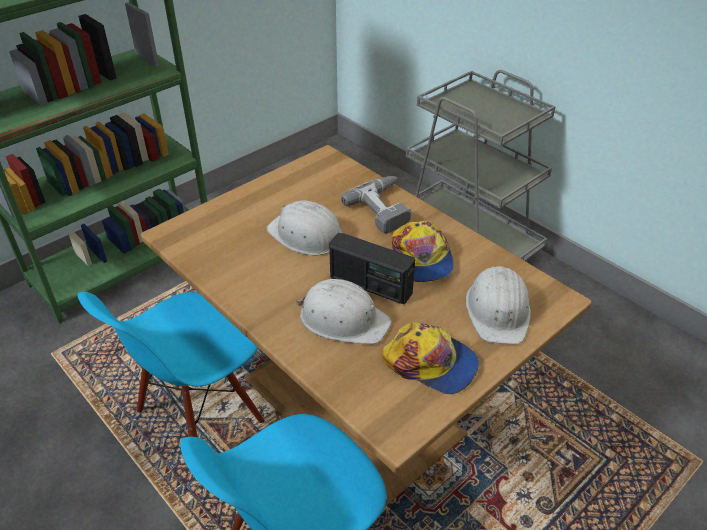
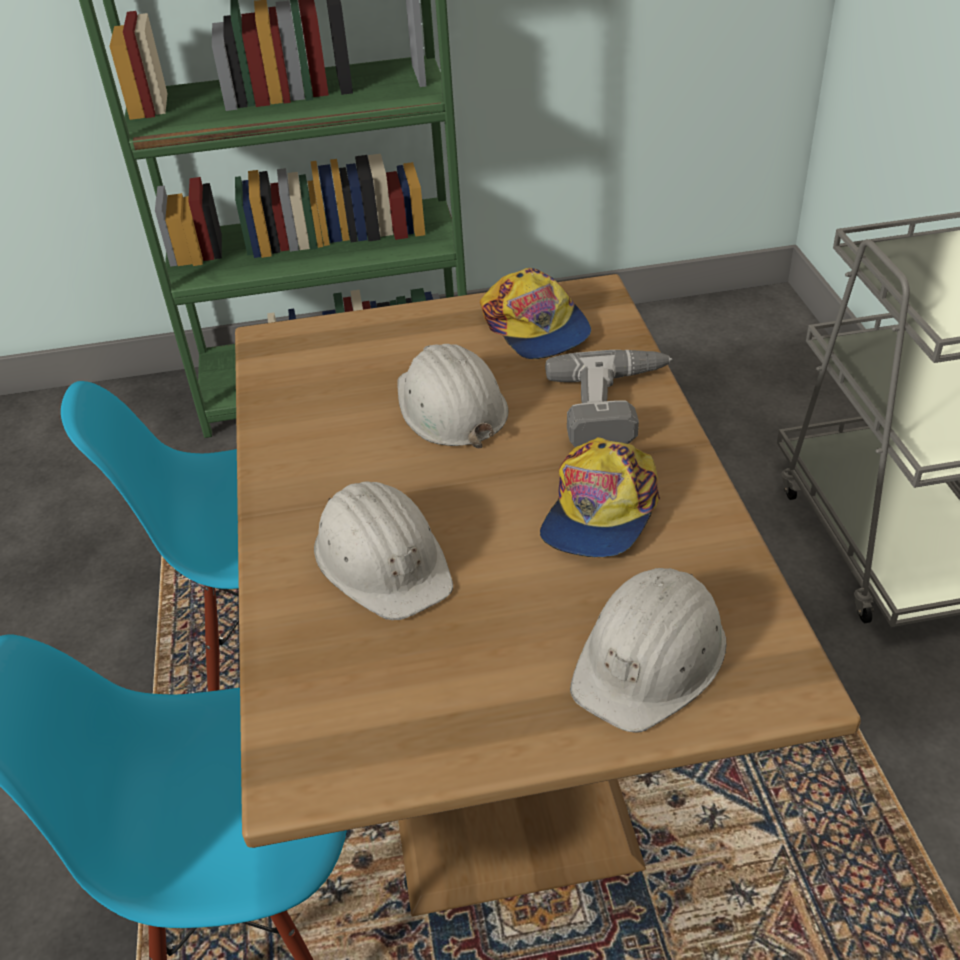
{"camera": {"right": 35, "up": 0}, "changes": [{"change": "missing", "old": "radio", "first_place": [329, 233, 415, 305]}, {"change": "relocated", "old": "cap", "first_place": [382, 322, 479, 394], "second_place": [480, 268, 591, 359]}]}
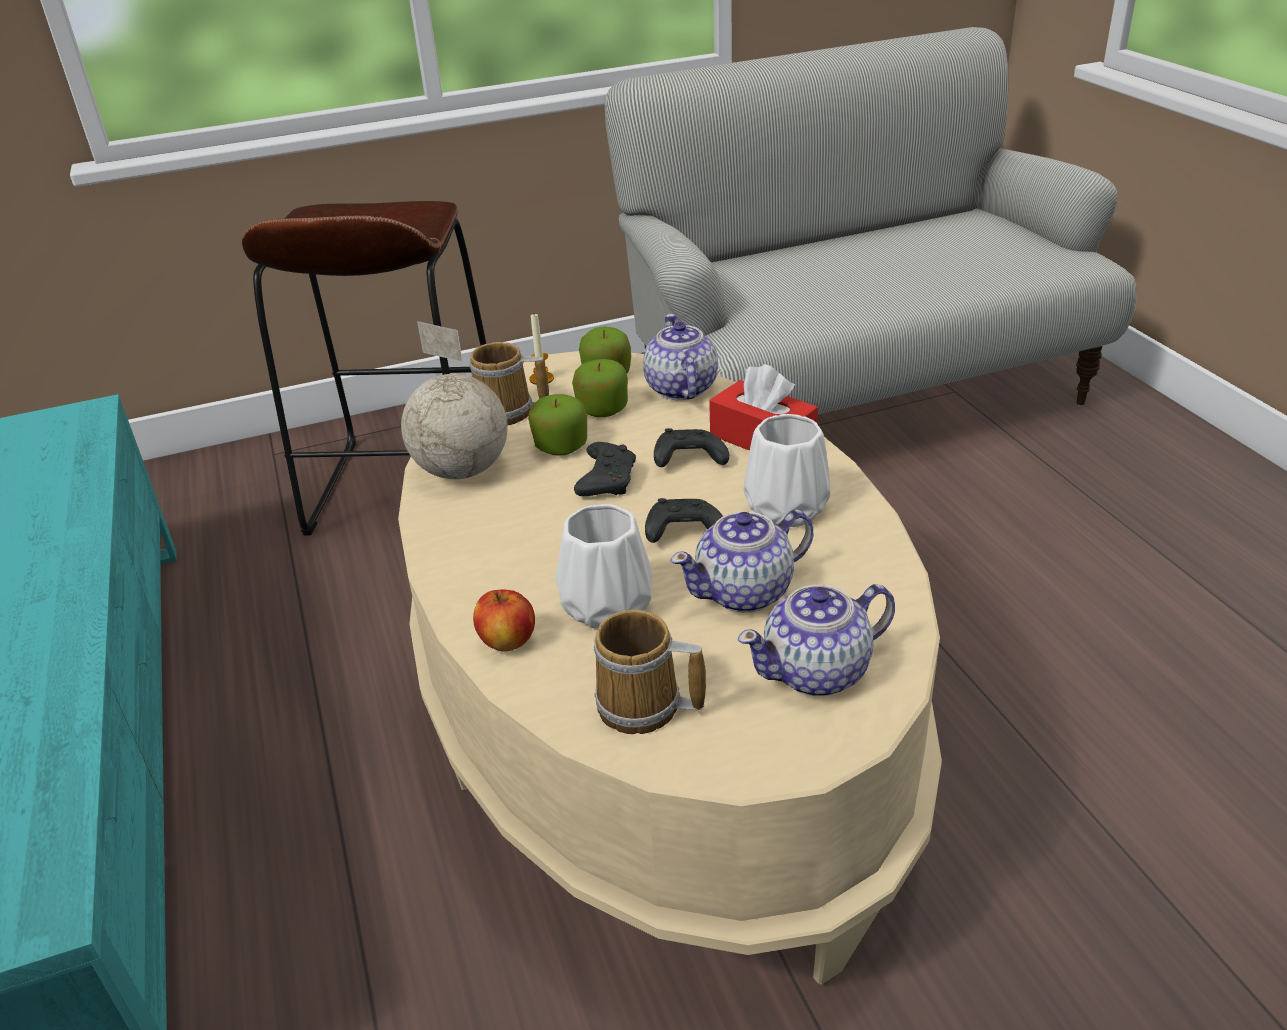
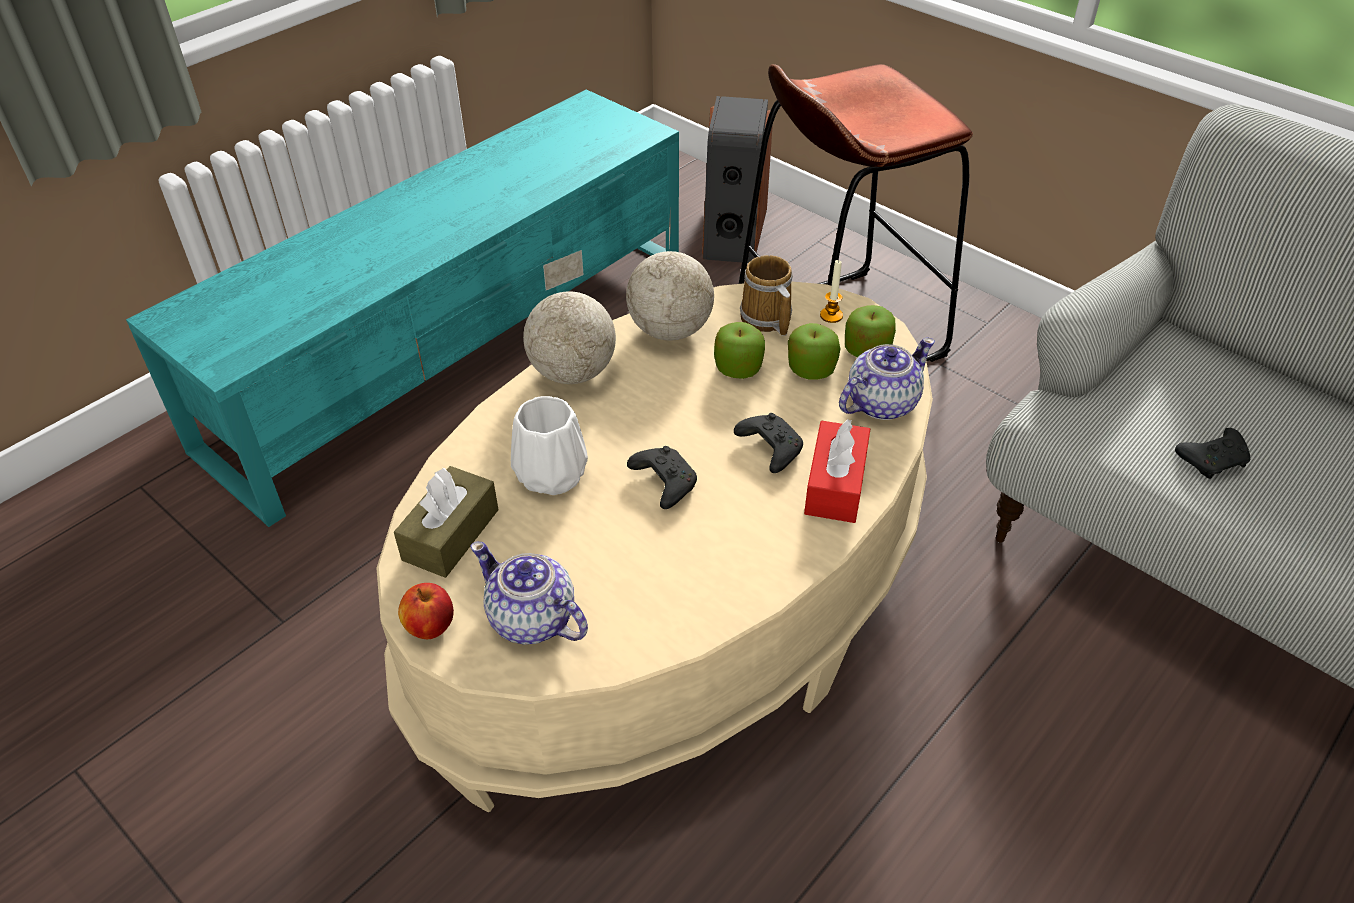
{"camera": {"right": 60, "up": 10}, "changes": [{"change": "missing", "old": "white vase", "first_place": [743, 414, 830, 527]}, {"change": "relocated", "old": "black game controller", "first_place": [574, 442, 636, 496], "second_place": [1175, 428, 1250, 479]}, {"change": "missing", "old": "teapot", "first_place": [670, 510, 813, 613]}, {"change": "relocated", "old": "apple", "first_place": [473, 590, 535, 652], "second_place": [398, 583, 454, 639]}, {"change": "exchanged", "old": "mug", "new": "brown tissue box", "first_place": [594, 610, 706, 734], "second_place": [394, 466, 498, 578]}, {"change": "appeared", "new": "speaker", "second_place": [702, 96, 773, 263]}, {"change": "appeared", "new": "globe", "second_place": [523, 250, 616, 384]}]}
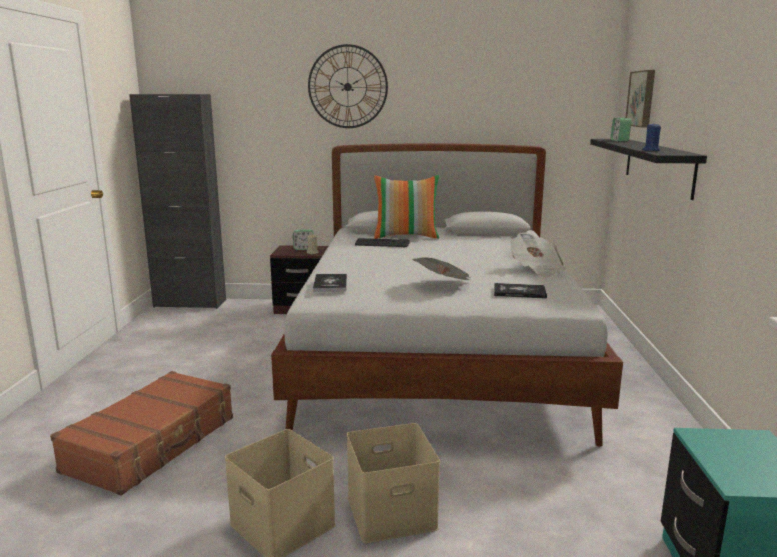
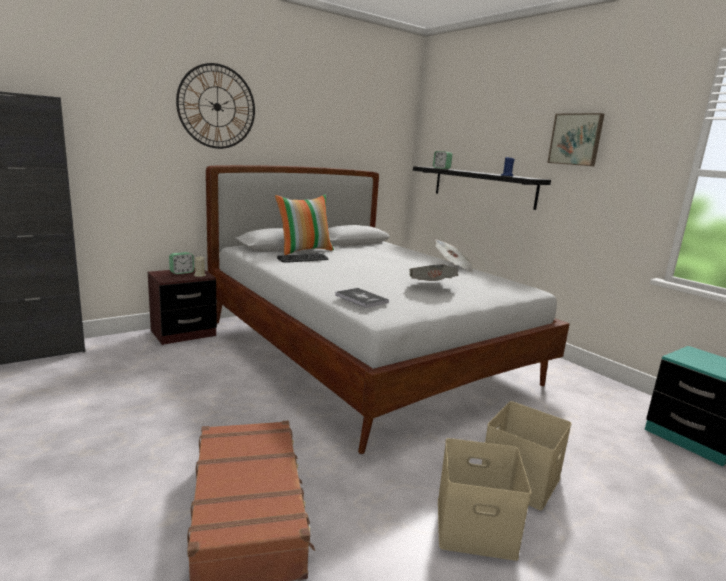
{"camera": {"right": -40, "up": 0}, "changes": [{"change": "relocated", "old": "picture", "first_place": [626, 70, 655, 128], "second_place": [547, 113, 604, 166]}, {"change": "missing", "old": "book", "first_place": [494, 283, 547, 299]}]}
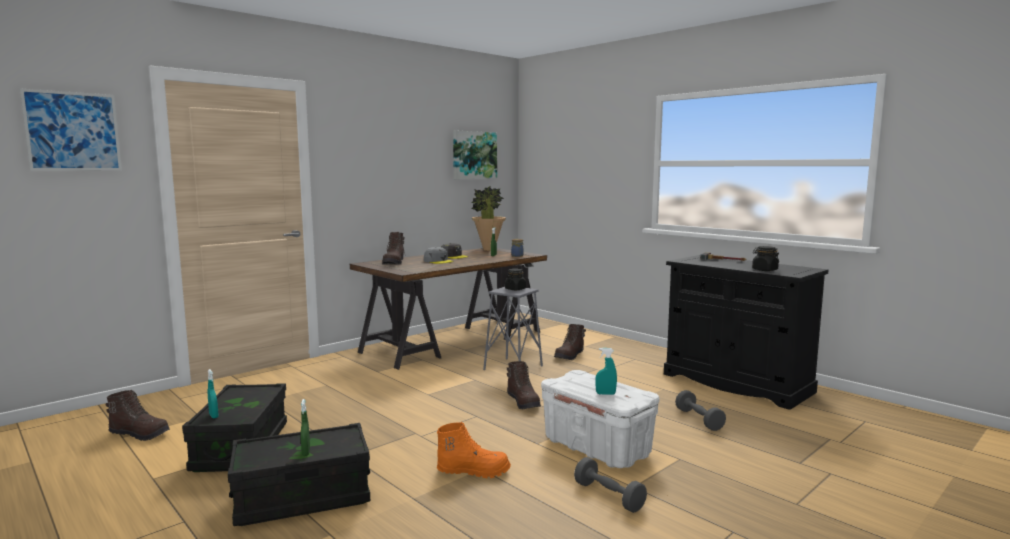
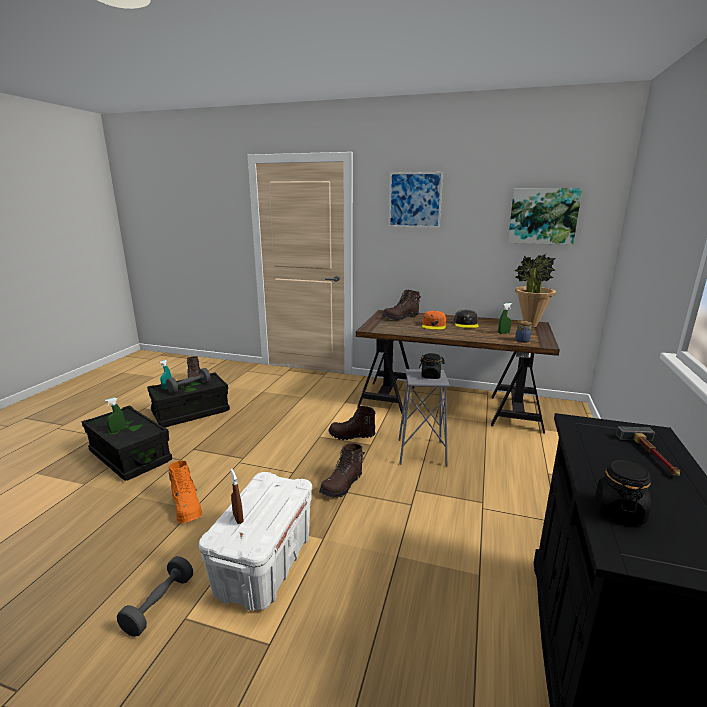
{"camera": {"right": 60, "up": 10}, "changes": [{"change": "relocated", "old": "picture", "first_place": [20, 88, 122, 171], "second_place": [389, 172, 443, 228]}, {"change": "colour", "old": "grey cap", "new": "orange cap", "first_place": [424, 247, 454, 264], "second_place": [422, 311, 446, 330]}, {"change": "relocated", "old": "brown boot", "first_place": [554, 324, 586, 360], "second_place": [328, 406, 375, 440]}, {"change": "colour", "old": "turquoise spray bottle", "new": "brown spray bottle", "first_place": [595, 348, 617, 395], "second_place": [230, 469, 243, 524]}, {"change": "relocated", "old": "grey dumbbell", "first_place": [675, 390, 726, 431], "second_place": [166, 368, 211, 394]}]}
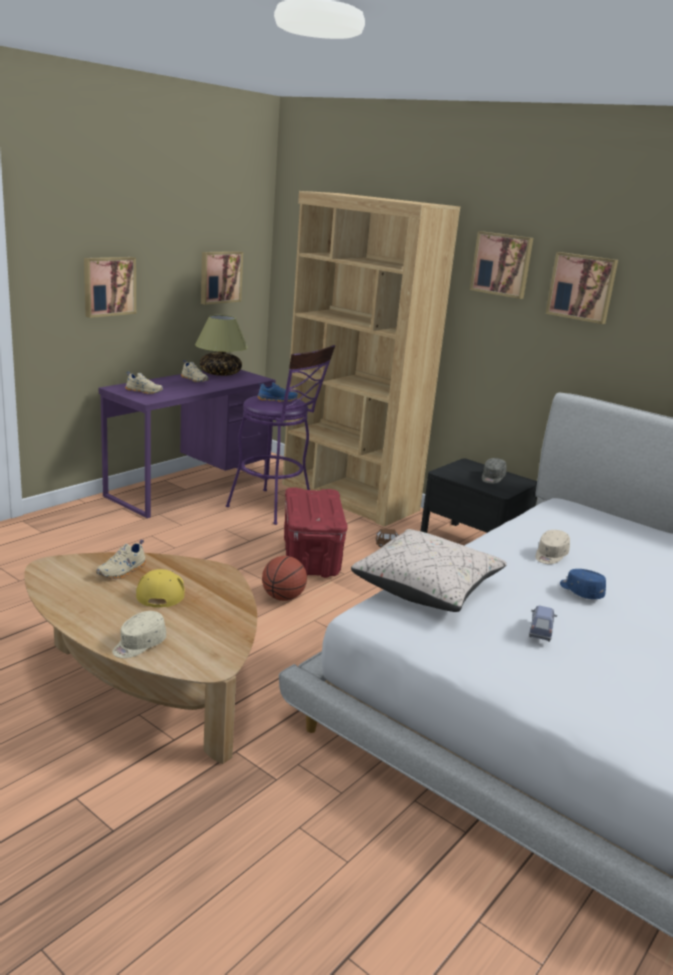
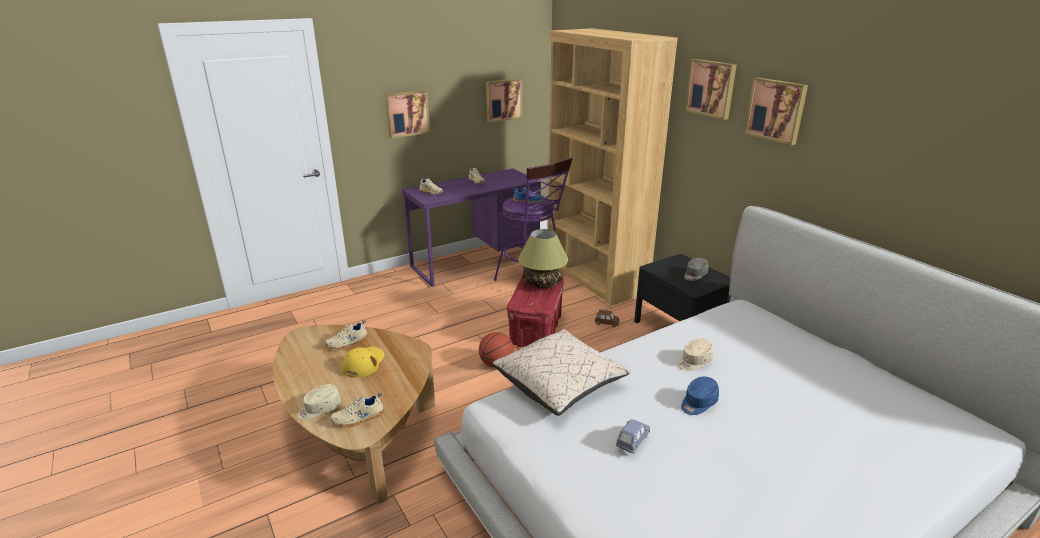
{"camera": {"right": 20, "up": 5}, "changes": [{"change": "relocated", "old": "table lamp", "first_place": [195, 315, 248, 376], "second_place": [518, 229, 568, 288]}, {"change": "spun", "old": "blue cap", "first_place": [560, 569, 606, 599], "second_place": [681, 377, 719, 415], "degrees": -120}, {"change": "appeared", "new": "beige shoe", "second_place": [330, 393, 384, 428]}]}
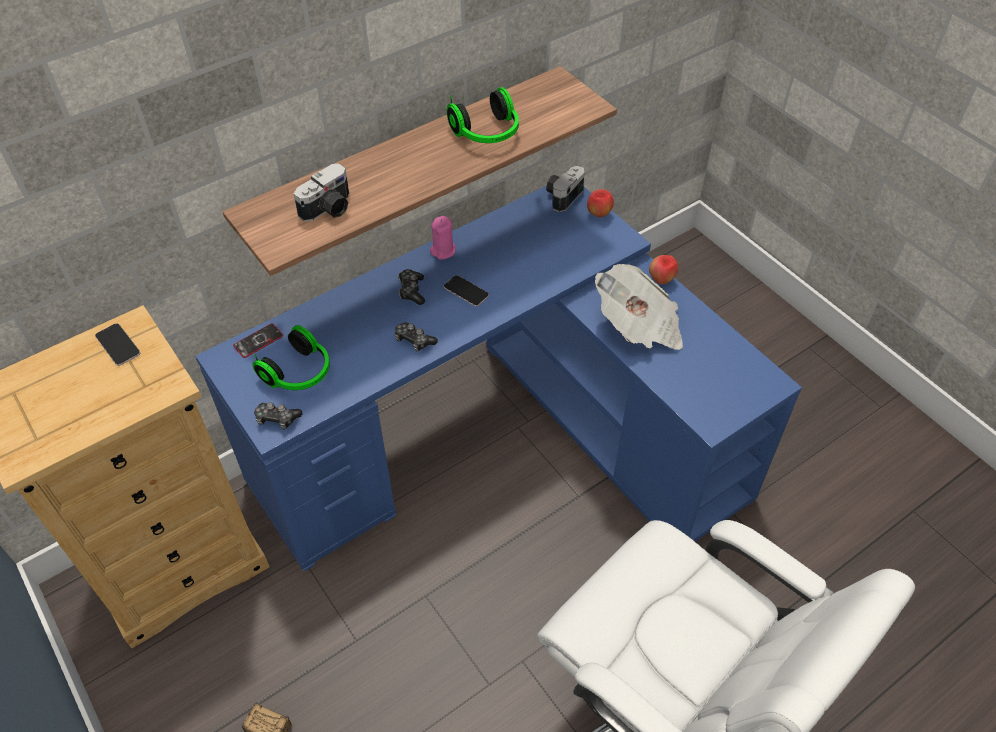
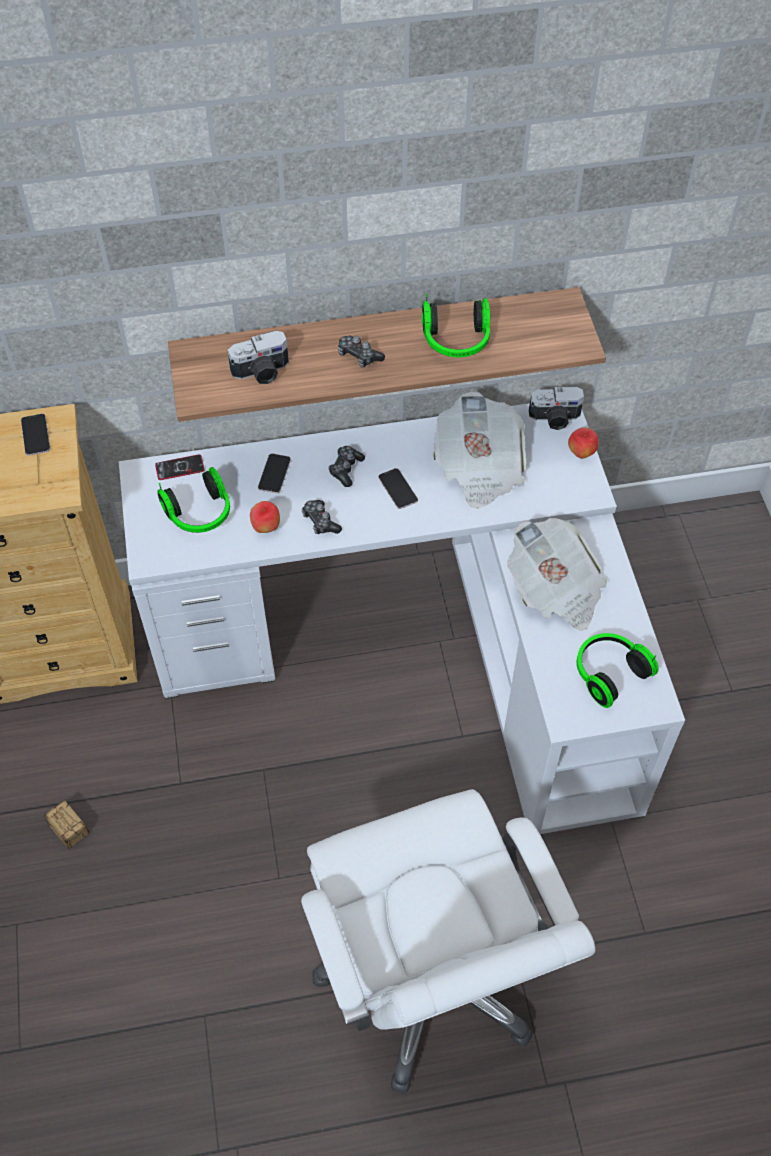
{"camera": {"right": 25, "up": 5}, "changes": [{"change": "spun", "old": "photo camera", "first_place": [546, 165, 584, 212], "second_place": [529, 387, 584, 430], "degrees": -150}, {"change": "colour", "old": "blue desk", "new": "white desk", "first_place": [195, 185, 802, 571], "second_place": [119, 403, 685, 835]}, {"change": "missing", "old": "pink candle", "first_place": [430, 216, 456, 260]}, {"change": "relocated", "old": "apple", "first_place": [649, 255, 678, 285], "second_place": [250, 501, 280, 533]}, {"change": "relocated", "old": "game controller", "first_place": [254, 402, 302, 429], "second_place": [338, 336, 385, 368]}, {"change": "appeared", "new": "newspaper", "second_place": [432, 392, 526, 509]}, {"change": "appeared", "new": "phone", "second_place": [258, 454, 291, 493]}, {"change": "appeared", "new": "headphones", "second_place": [577, 633, 659, 708]}]}
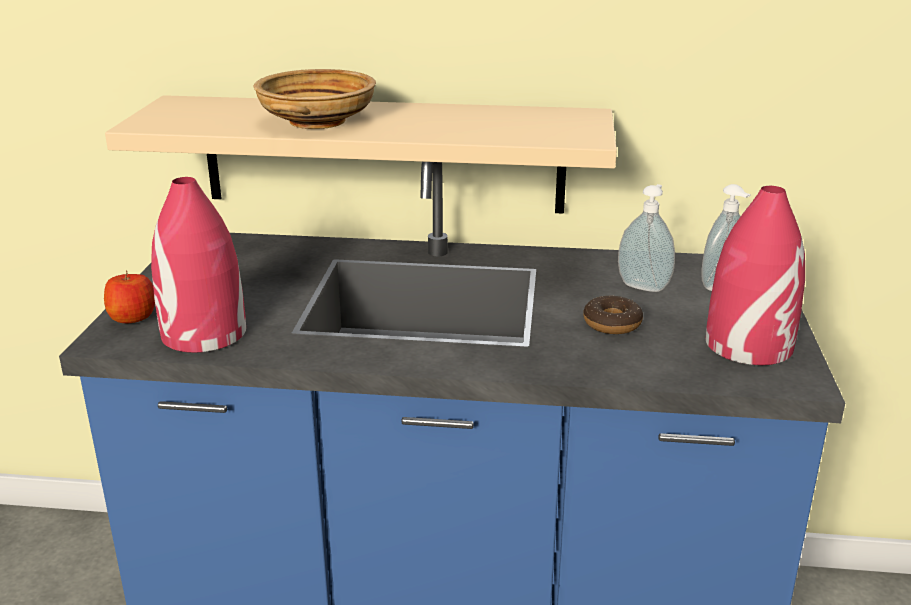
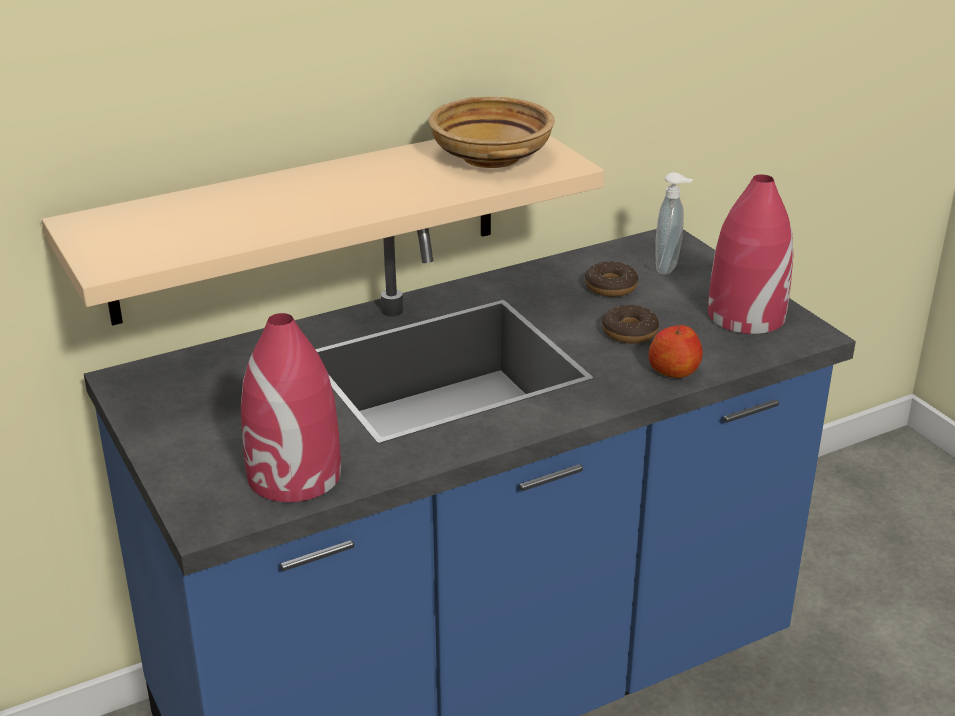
{"camera": {"right": -35, "up": 5}, "changes": [{"change": "relocated", "old": "beige bowl", "first_place": [253, 69, 376, 129], "second_place": [429, 97, 555, 168]}, {"change": "exchanged", "old": "soap dispenser", "new": "donut", "first_place": [618, 184, 675, 292], "second_place": [585, 261, 638, 297]}, {"change": "relocated", "old": "apple", "first_place": [104, 270, 155, 323], "second_place": [649, 324, 702, 378]}]}
